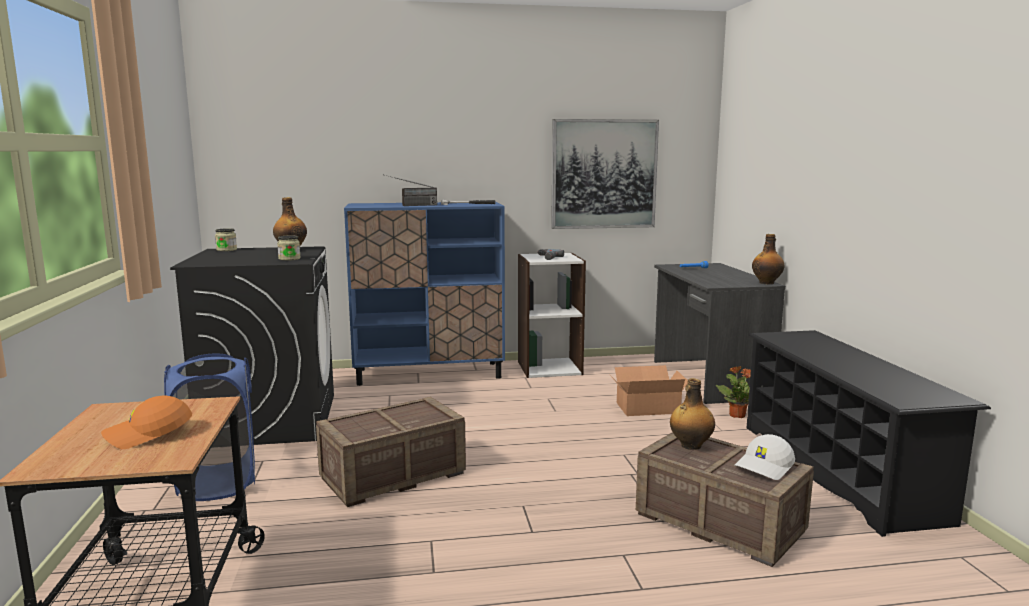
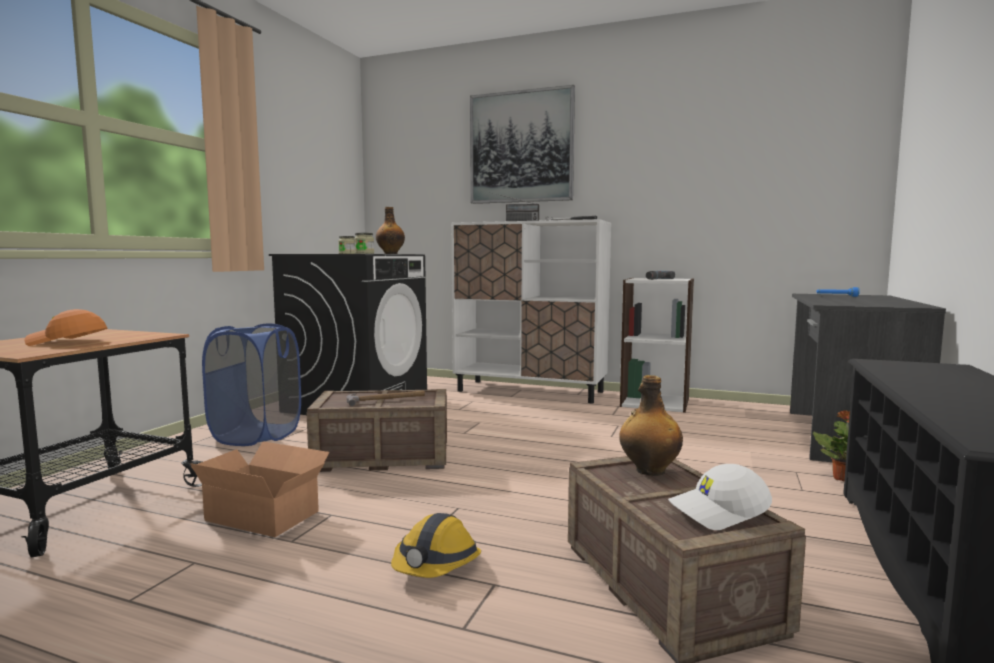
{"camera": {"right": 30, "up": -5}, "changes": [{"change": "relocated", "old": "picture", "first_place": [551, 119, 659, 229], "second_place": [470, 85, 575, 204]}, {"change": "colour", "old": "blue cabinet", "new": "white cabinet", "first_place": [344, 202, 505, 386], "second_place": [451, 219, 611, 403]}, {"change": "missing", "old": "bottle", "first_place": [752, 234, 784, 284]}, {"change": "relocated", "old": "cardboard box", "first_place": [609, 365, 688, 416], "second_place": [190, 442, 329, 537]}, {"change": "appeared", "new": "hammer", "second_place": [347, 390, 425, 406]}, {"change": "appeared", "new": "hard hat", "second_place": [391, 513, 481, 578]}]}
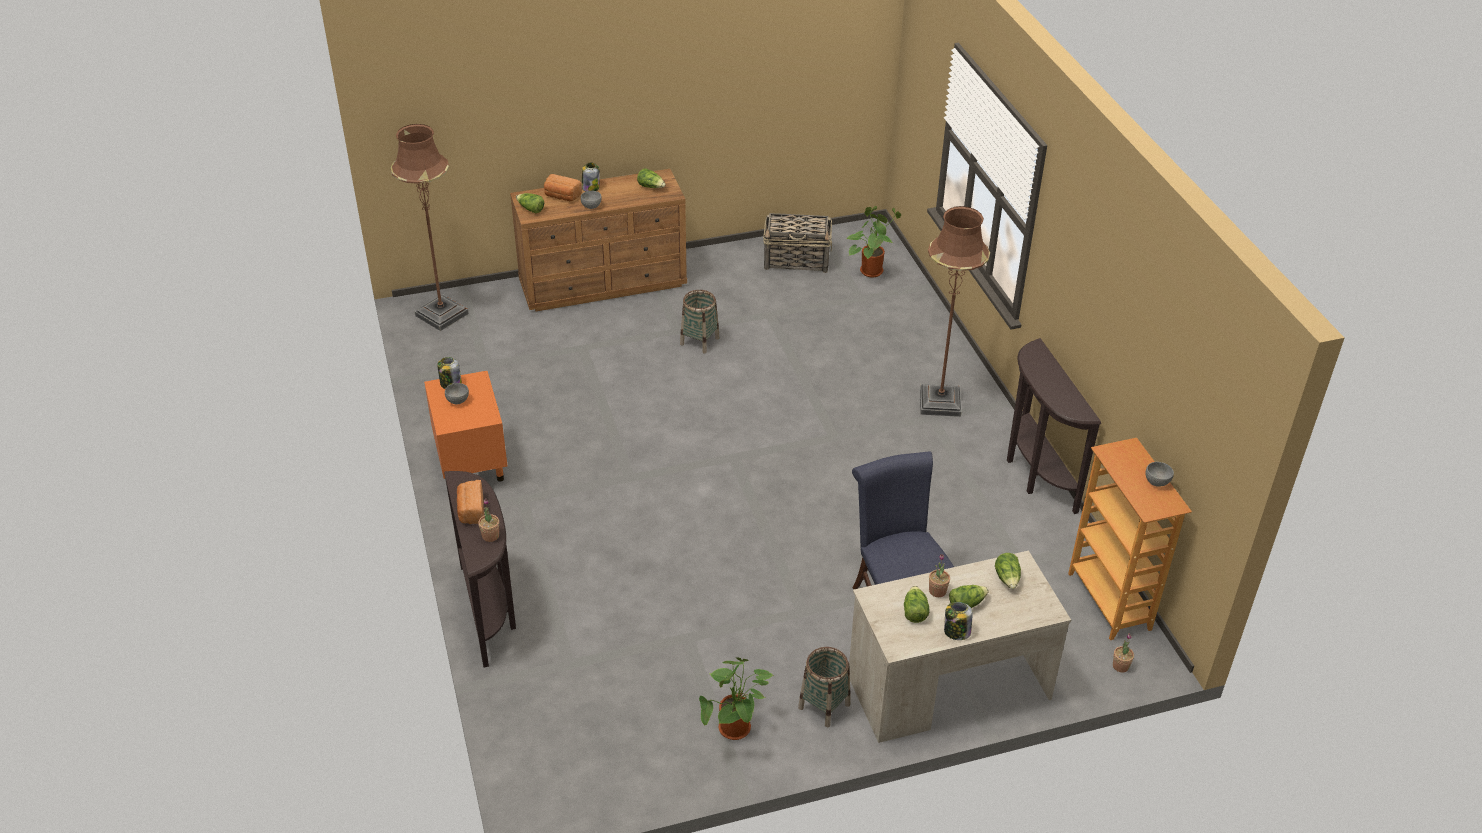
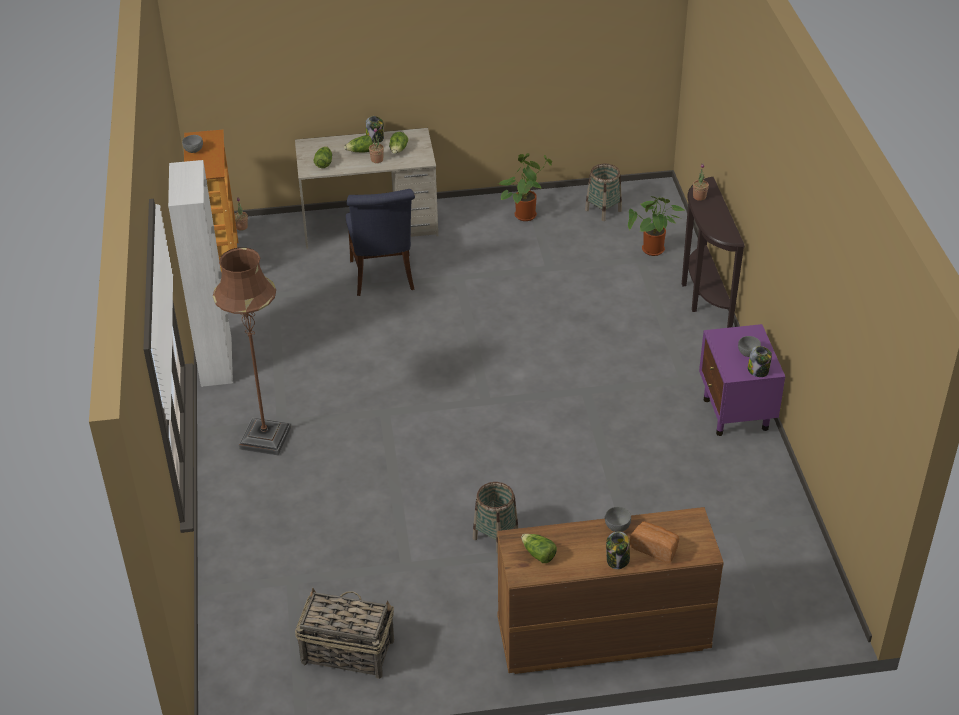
{"camera": {"right": -170, "up": 0}, "changes": [{"change": "missing", "old": "brown floor lamp", "first_place": [391, 124, 469, 331]}, {"change": "missing", "old": "lettuce", "first_place": [516, 193, 544, 214]}, {"change": "relocated", "old": "potted plant", "first_place": [846, 206, 901, 278], "second_place": [628, 196, 684, 256]}, {"change": "exchanged", "old": "brown console table", "new": "white cabinet", "first_place": [1007, 338, 1101, 514], "second_place": [168, 160, 233, 387]}, {"change": "colour", "old": "orange nightstand", "new": "purple nightstand", "first_place": [424, 371, 508, 482], "second_place": [699, 324, 785, 436]}, {"change": "missing", "old": "bread", "first_place": [457, 480, 484, 524]}, {"change": "relocated", "old": "basket", "first_place": [798, 647, 851, 727], "second_place": [585, 164, 622, 221]}]}
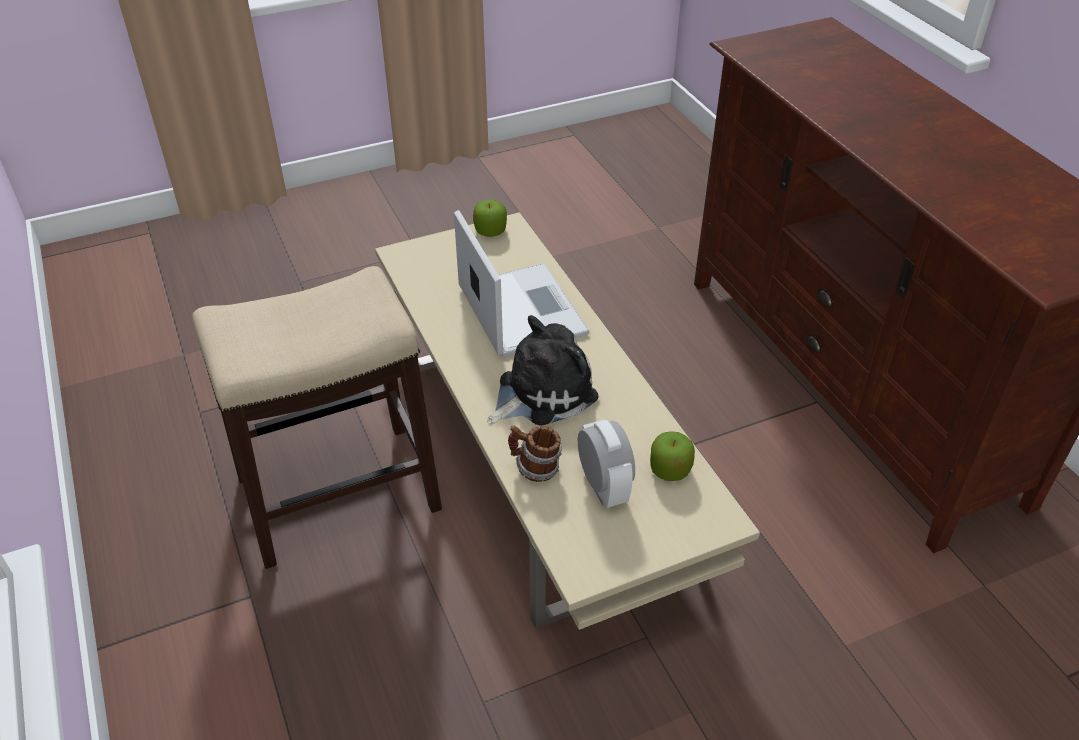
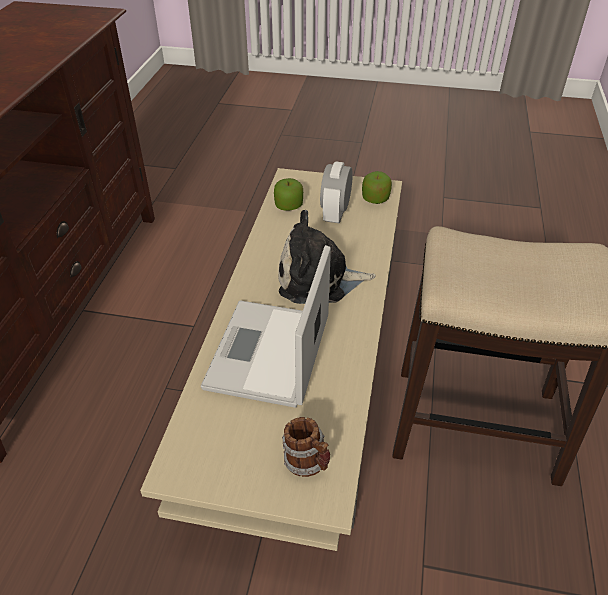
{"camera": {"right": -145, "up": 0}, "changes": [{"change": "relocated", "old": "apple", "first_place": [473, 199, 507, 237], "second_place": [362, 171, 392, 204]}, {"change": "relocated", "old": "mug", "first_place": [508, 425, 562, 482], "second_place": [282, 417, 330, 477]}]}
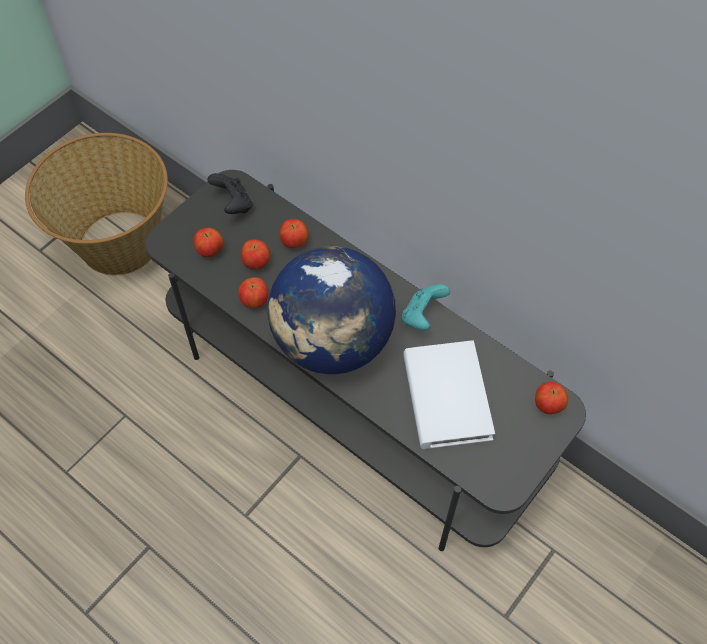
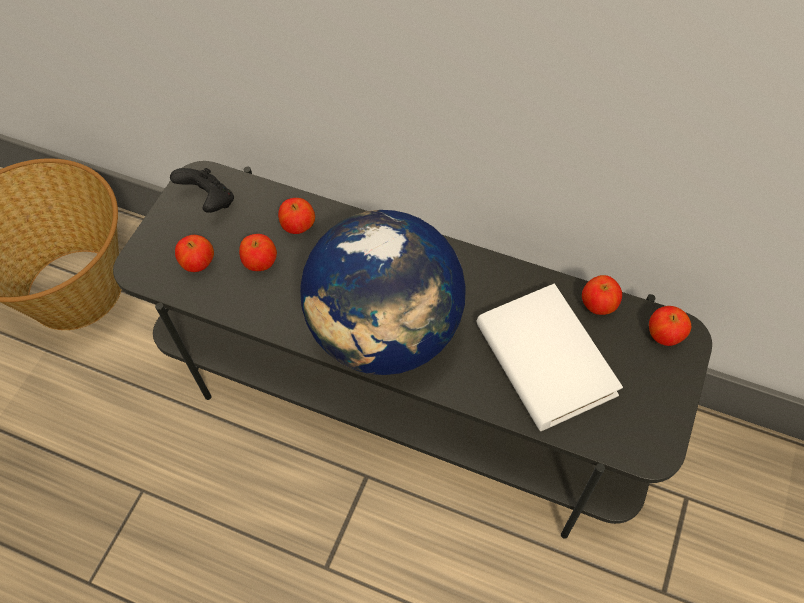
{"camera": {"right": -15, "up": 0}, "changes": [{"change": "relocated", "old": "apple", "first_place": [238, 277, 268, 308], "second_place": [582, 275, 622, 315]}, {"change": "missing", "old": "turquoise game controller", "first_place": [402, 284, 450, 331]}]}
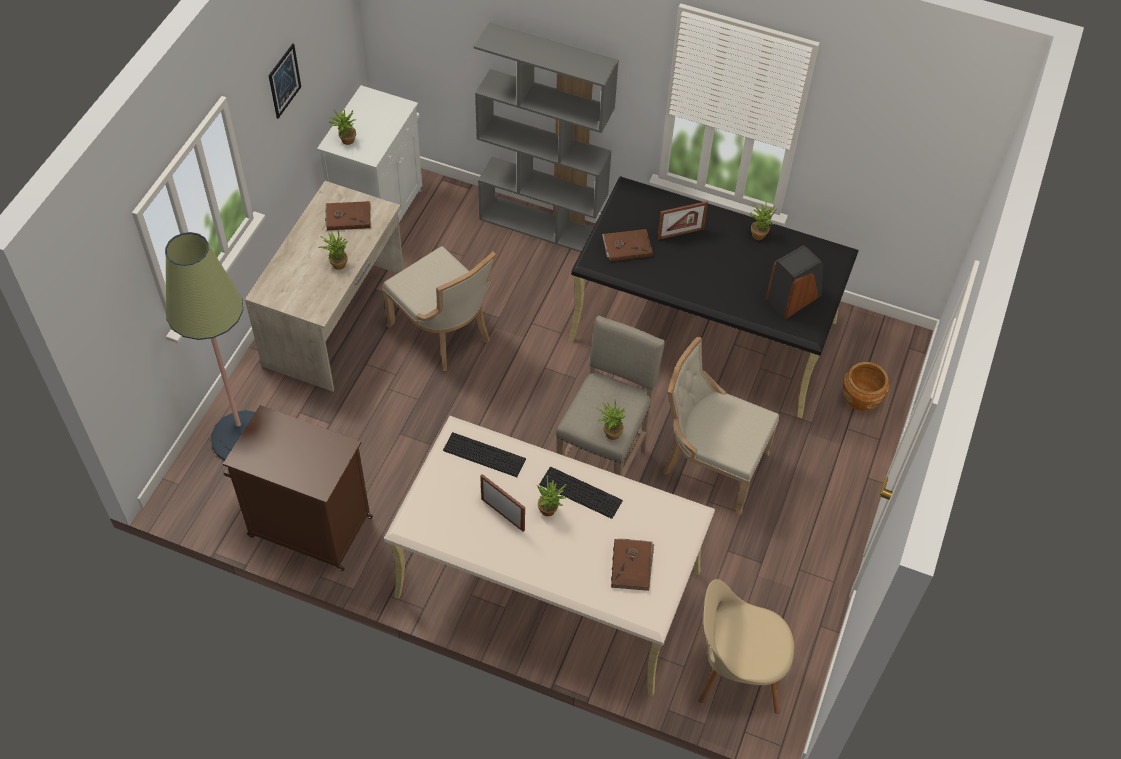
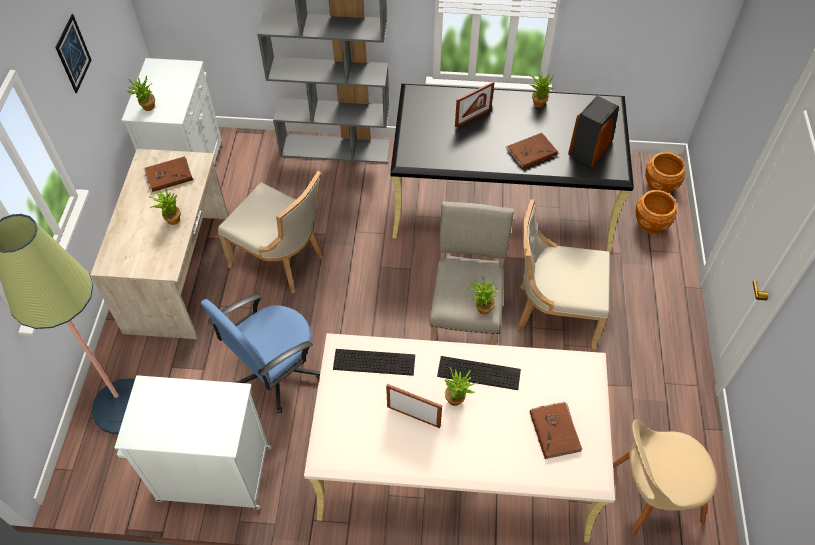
{"camera": {"right": -15, "up": 0}, "changes": [{"change": "relocated", "old": "brown book", "first_place": [602, 229, 653, 262], "second_place": [506, 133, 558, 169]}, {"change": "colour", "old": "brown cabinet", "new": "white cabinet", "first_place": [223, 405, 373, 571], "second_place": [114, 375, 272, 510]}, {"change": "appeared", "new": "brown planter", "second_place": [645, 152, 686, 193]}, {"change": "appeared", "new": "blue office chair", "second_place": [201, 293, 321, 413]}]}
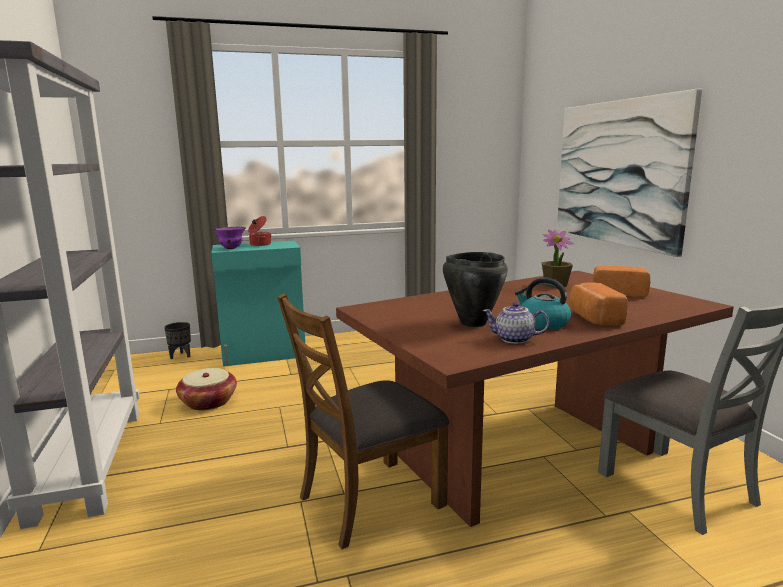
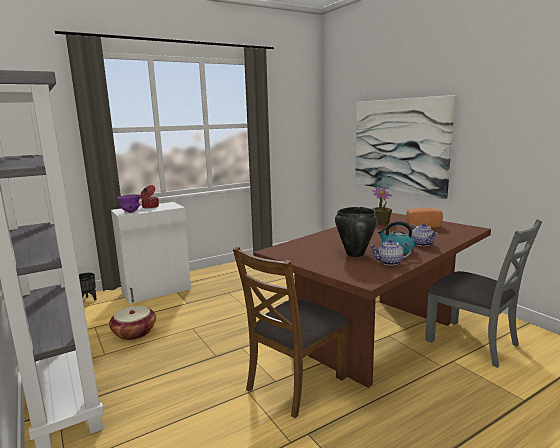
{"camera": {"right": -15, "up": 0}, "changes": [{"change": "colour", "old": "turquoise cabinet", "new": "white cabinet", "first_place": [211, 240, 305, 367], "second_place": [111, 202, 191, 304]}, {"change": "exchanged", "old": "bread", "new": "teapot", "first_place": [569, 282, 627, 326], "second_place": [411, 223, 437, 246]}]}
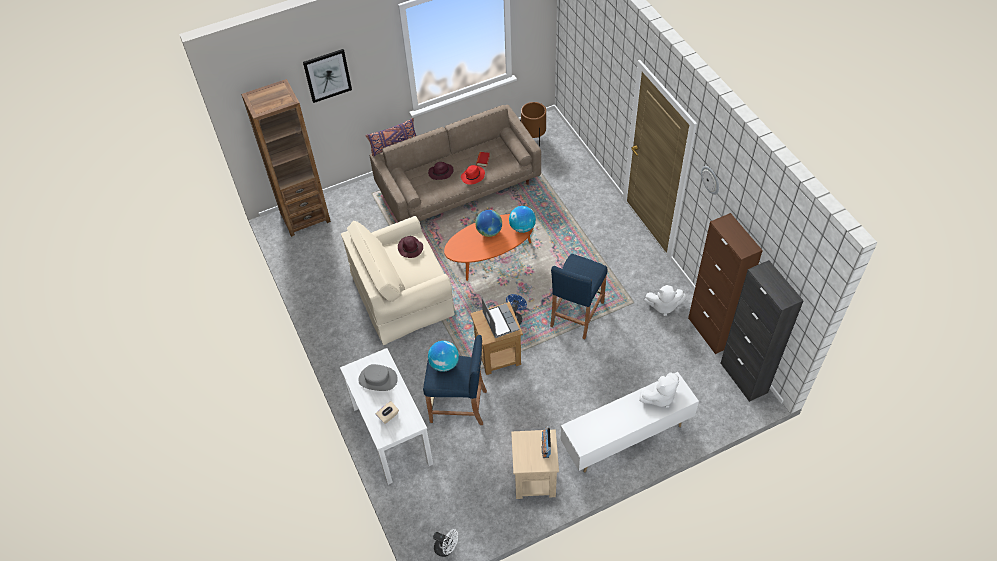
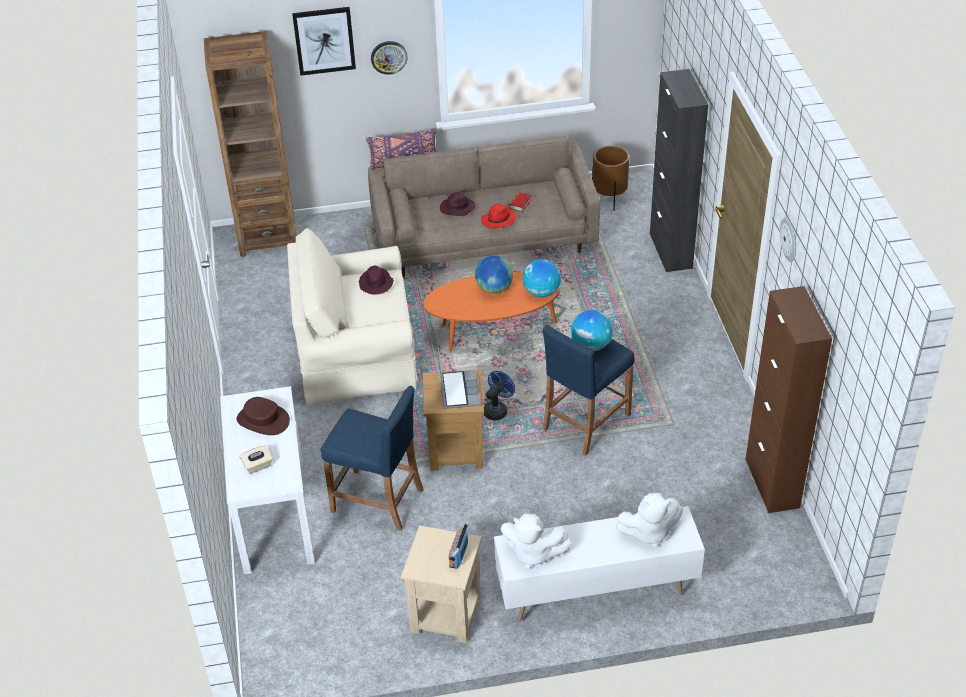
{"camera": {"right": 15, "up": -10}, "changes": [{"change": "relocated", "old": "black cabinet", "first_place": [720, 260, 804, 402], "second_place": [650, 69, 708, 272]}, {"change": "relocated", "old": "white plush toy", "first_place": [645, 285, 686, 316], "second_place": [501, 514, 572, 569]}, {"change": "relocated", "old": "globe", "first_place": [428, 341, 459, 372], "second_place": [571, 310, 612, 351]}, {"change": "colour", "old": "grey hat", "new": "brown hat", "first_place": [358, 364, 398, 391], "second_place": [237, 397, 290, 435]}, {"change": "missing", "old": "white fan", "first_place": [433, 529, 458, 557]}, {"change": "appeared", "new": "wall clock", "second_place": [371, 41, 408, 75]}]}
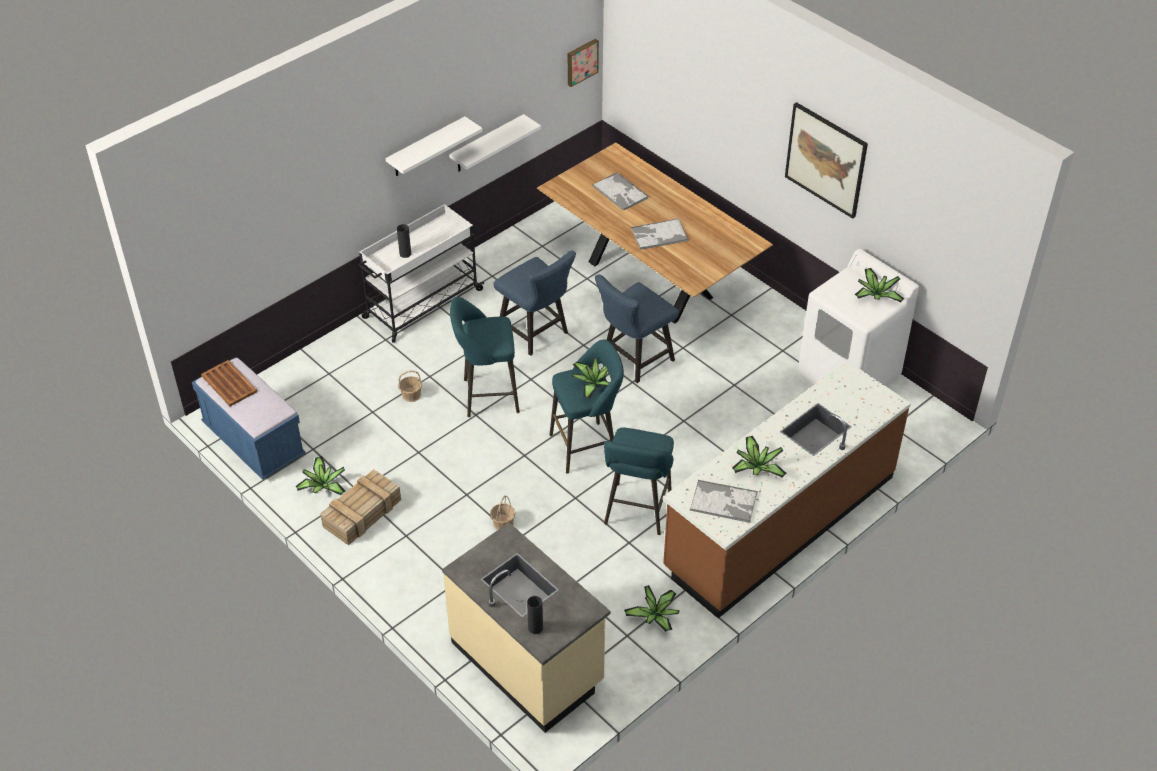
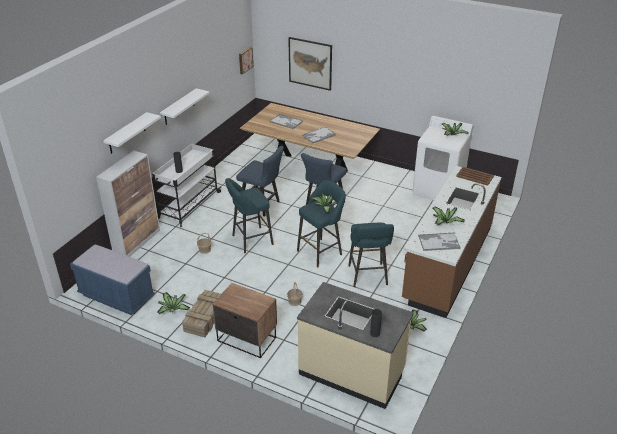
{"camera": {"right": -20, "up": -10}, "changes": [{"change": "relocated", "old": "picture", "first_place": [785, 102, 868, 219], "second_place": [288, 37, 332, 91]}, {"change": "relocated", "old": "white shelf", "first_place": [449, 114, 541, 171], "second_place": [103, 112, 161, 154]}, {"change": "relocated", "old": "brown tray", "first_place": [201, 360, 257, 406], "second_place": [456, 167, 494, 186]}, {"change": "appeared", "new": "cabinet", "second_place": [96, 151, 160, 257]}, {"change": "appeared", "new": "nightstand", "second_place": [212, 283, 277, 358]}]}
